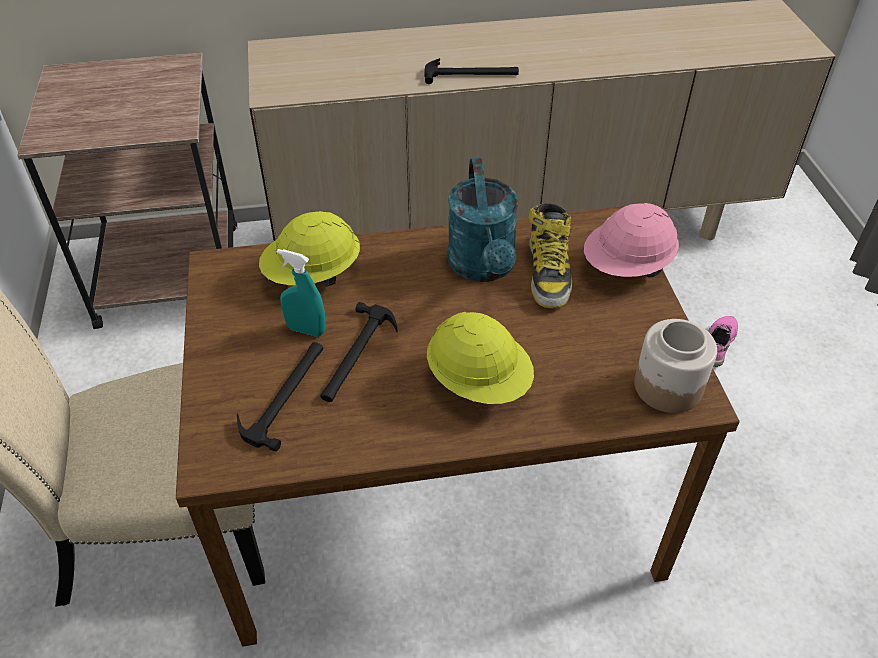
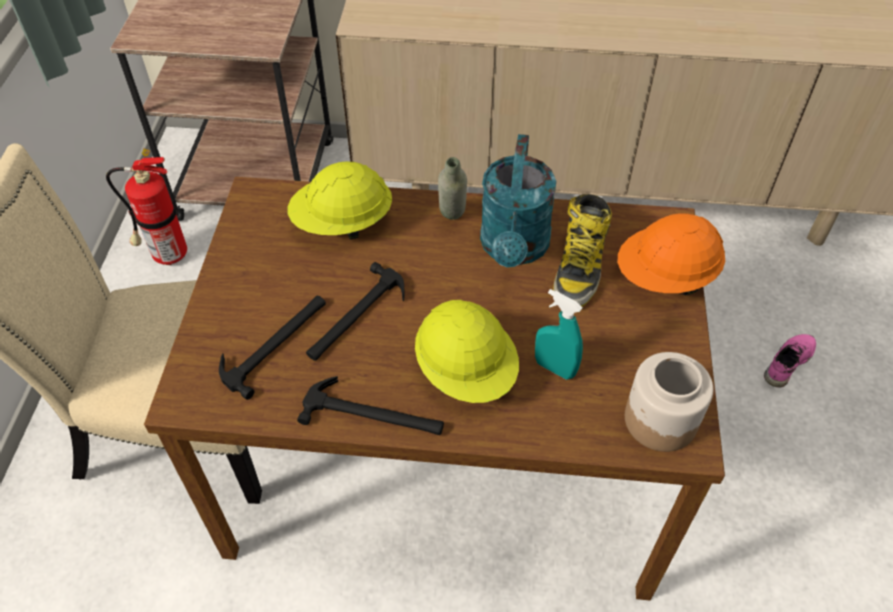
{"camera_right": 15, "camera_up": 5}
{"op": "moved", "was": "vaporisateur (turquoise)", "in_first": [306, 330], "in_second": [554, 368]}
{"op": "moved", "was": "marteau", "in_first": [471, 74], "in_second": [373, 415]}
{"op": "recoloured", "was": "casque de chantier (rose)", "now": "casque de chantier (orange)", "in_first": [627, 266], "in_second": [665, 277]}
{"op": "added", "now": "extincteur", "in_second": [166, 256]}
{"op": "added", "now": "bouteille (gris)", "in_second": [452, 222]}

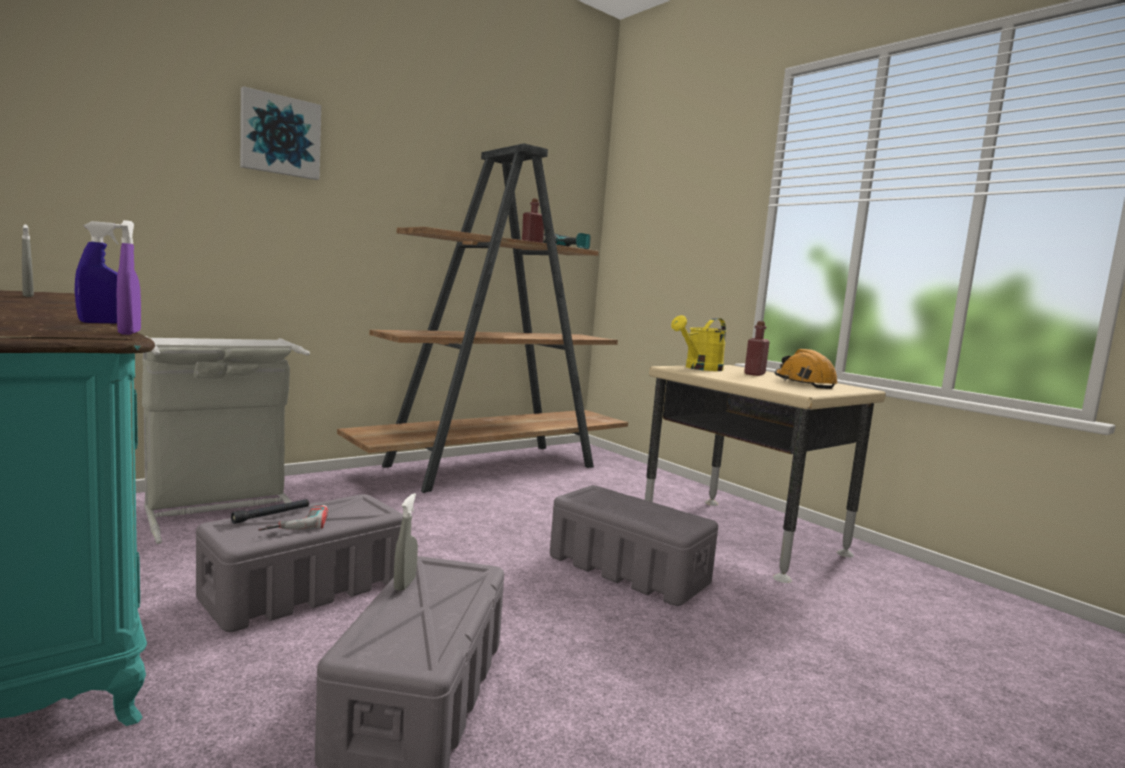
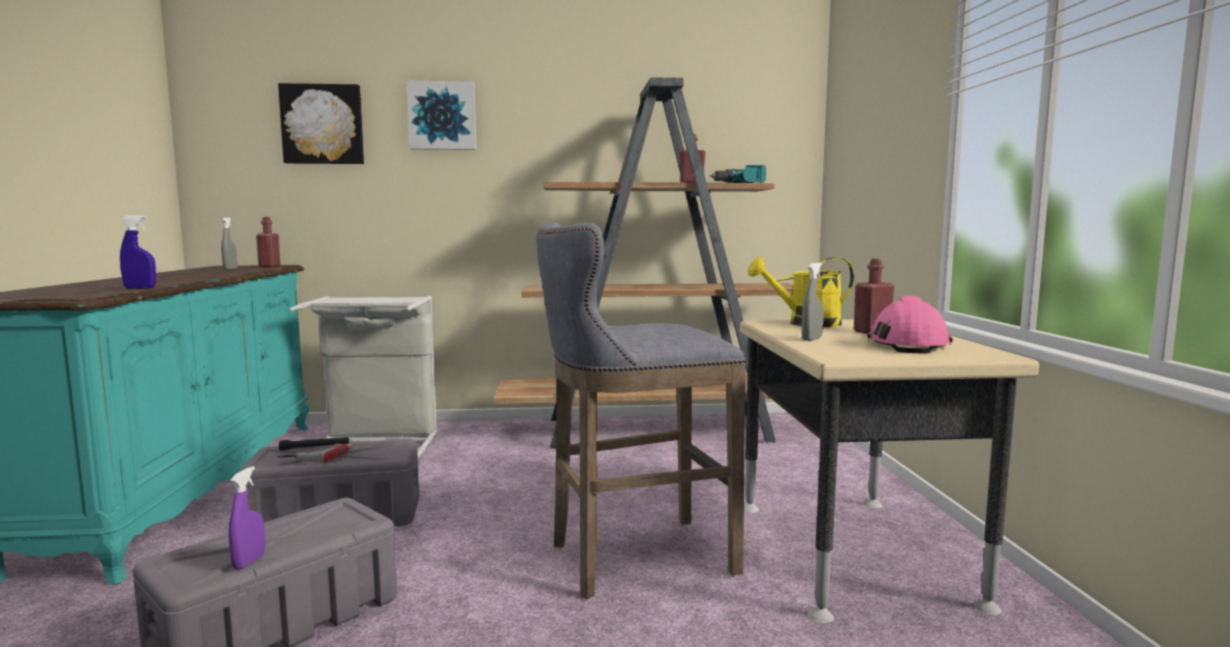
{"camera_right": 35, "camera_up": 0}
{"op": "moved", "was": "vaporisateur (violet)", "in_first": [129, 333], "in_second": [249, 562]}
{"op": "moved", "was": "vaporisateur (gris)", "in_first": [404, 584], "in_second": [811, 339]}
{"op": "replaced", "was": "boîte de rangement (gris)", "now": "tabouret (gris)", "in_first": [627, 569], "in_second": [633, 559]}
{"op": "recoloured", "was": "casque de chantier (orange)", "now": "casque de chantier (rose)", "in_first": [804, 383], "in_second": [907, 345]}
{"op": "added", "now": "bouteille (rouge)", "in_second": [269, 266]}
{"op": "added", "now": "tableau", "in_second": [323, 124]}

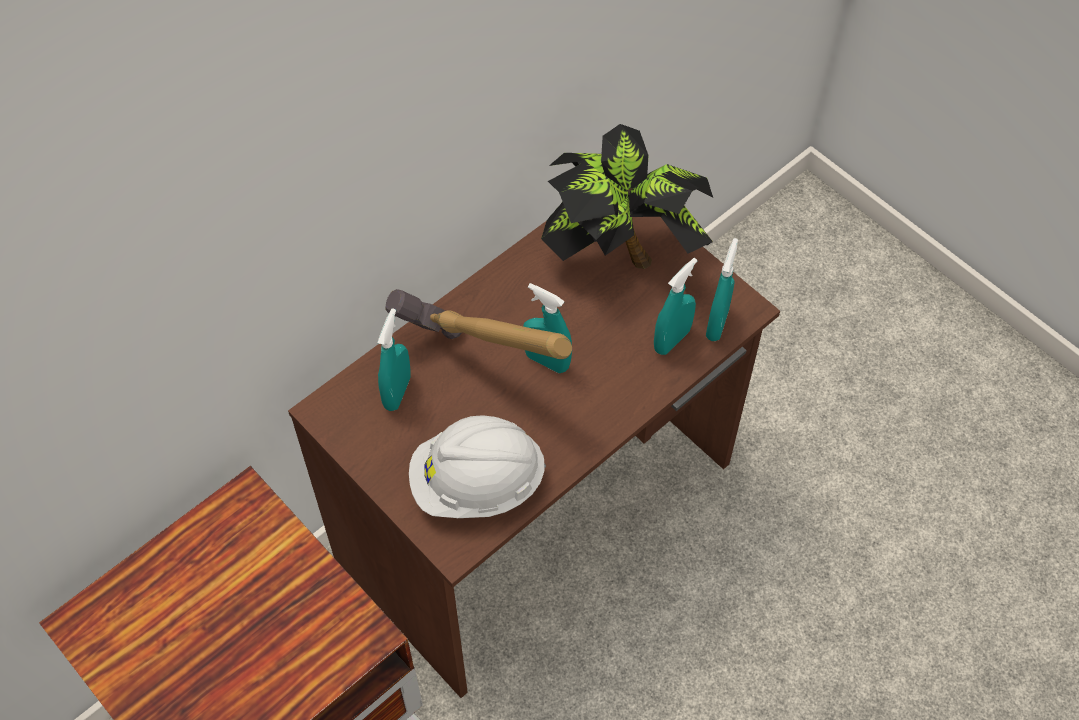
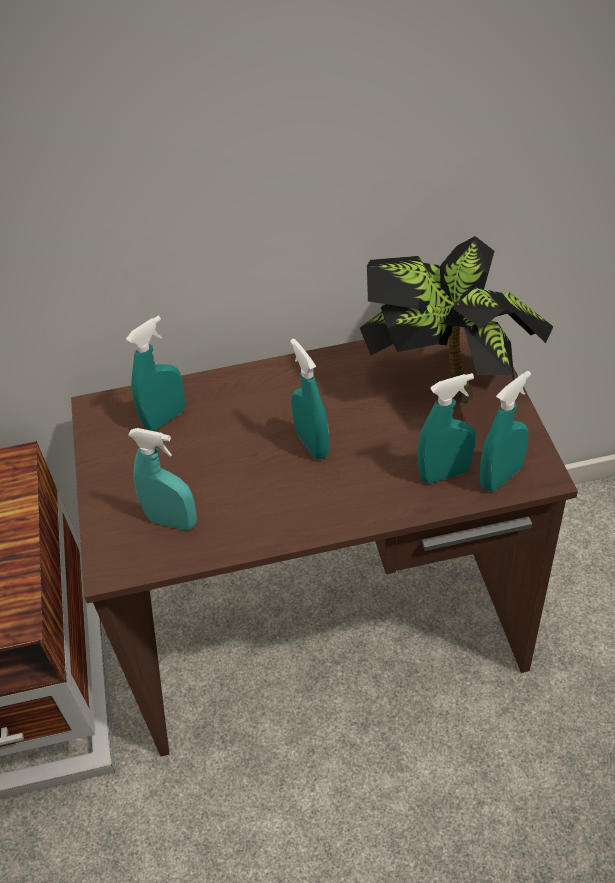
{"camera_right": 35, "camera_up": -10}
{"op": "removed", "was": "marteau", "in_first": [478, 377]}
{"op": "replaced", "was": "casque de chantier (blanc)", "now": "vaporisateur (turquoise)", "in_first": [477, 484], "in_second": [172, 521]}

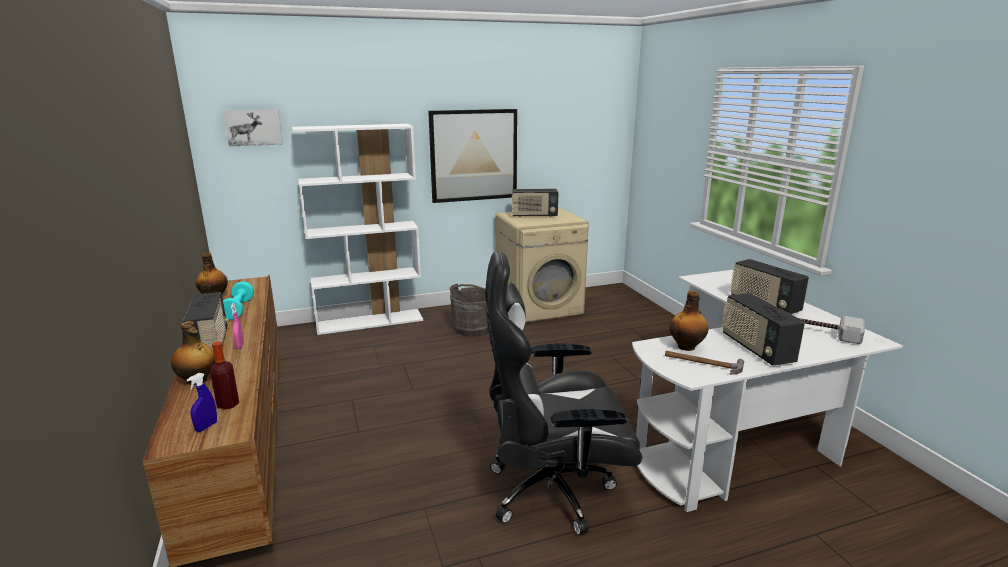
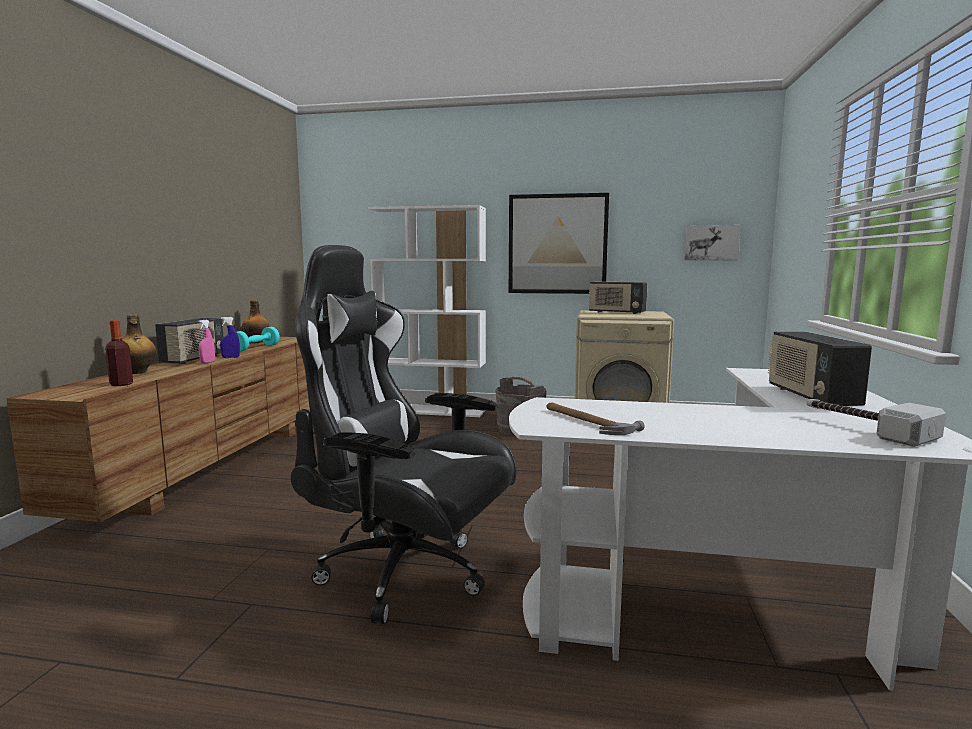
{"camera_right": 30, "camera_up": -10}
{"op": "moved", "was": "vaporisateur (bleu)", "in_first": [206, 427], "in_second": [230, 357]}
{"op": "moved", "was": "tableau", "in_first": [253, 127], "in_second": [711, 243]}
{"op": "removed", "was": "bouteille", "in_first": [687, 347]}
{"op": "removed", "was": "radio", "in_first": [756, 349]}

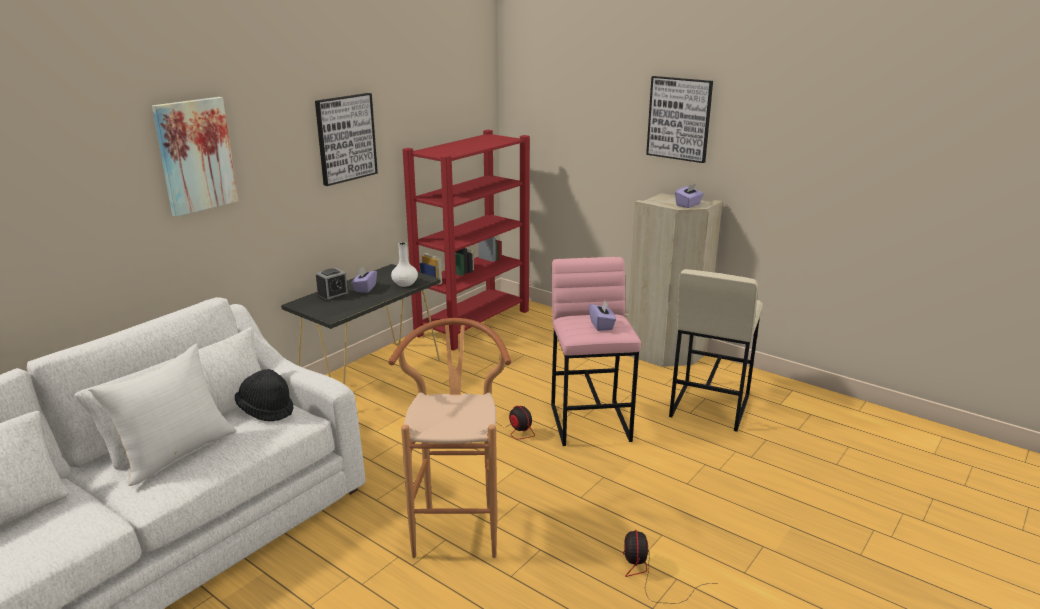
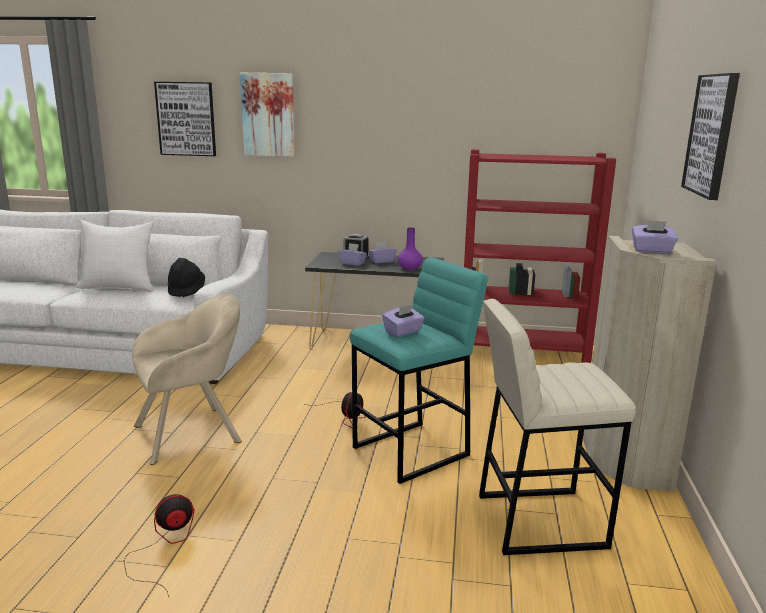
{"camera_right": 60, "camera_up": -5}
{"op": "moved", "was": "tableau", "in_first": [346, 138], "in_second": [186, 119]}
{"op": "replaced", "was": "tabouret (marron)", "now": "fauteuil (beige)", "in_first": [457, 525], "in_second": [193, 432]}
{"op": "recoloured", "was": "vase (blanc)", "now": "vase (violet)", "in_first": [405, 284], "in_second": [410, 268]}
{"op": "recoloured", "was": "tabouret (rose)", "now": "tabouret (turquoise)", "in_first": [589, 421], "in_second": [413, 450]}
{"op": "added", "now": "boîte à mouchoirs (violet)", "in_second": [352, 263]}

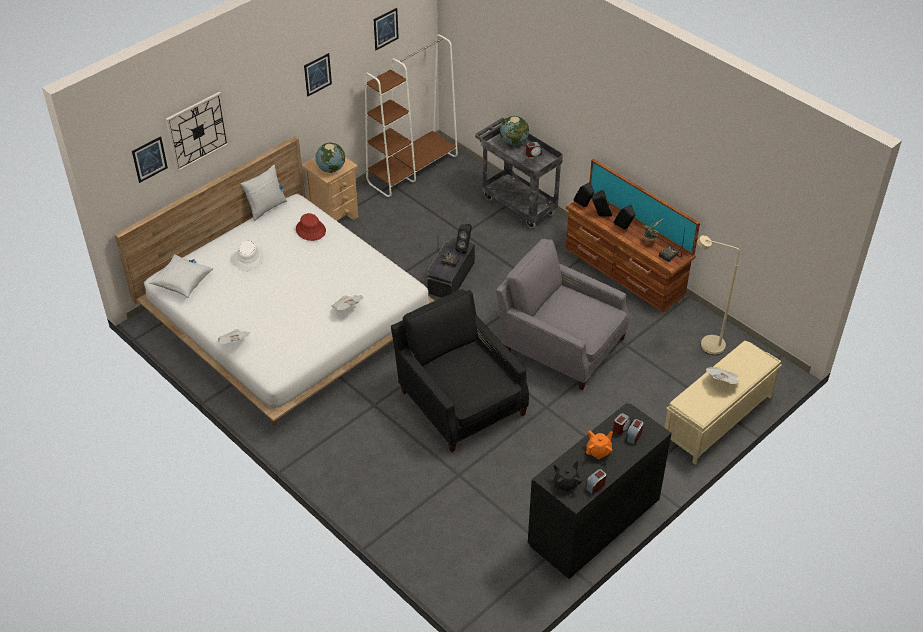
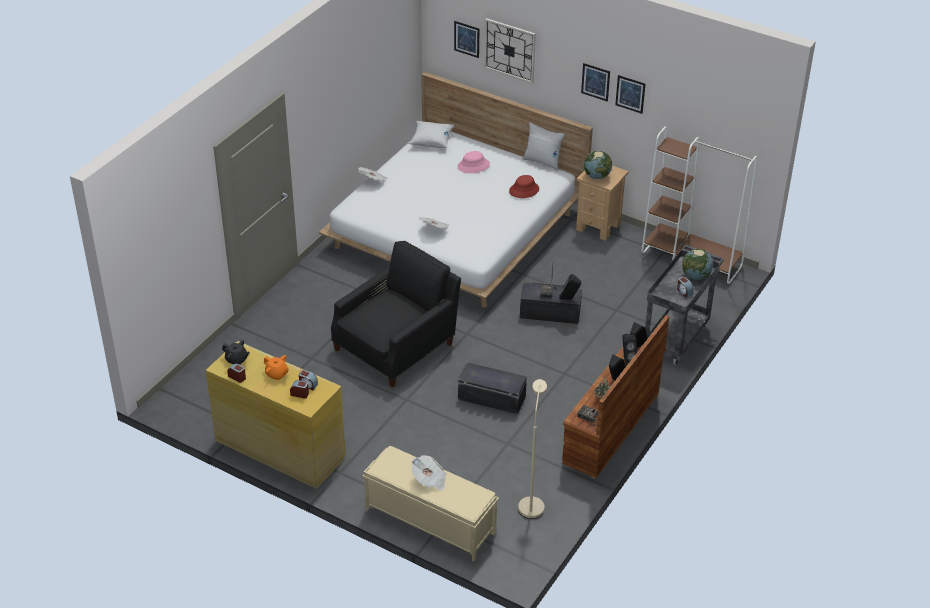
{"camera_right": 75, "camera_up": -5}
{"op": "recoloured", "was": "chapeau (blanc)", "now": "chapeau (rose)", "in_first": [249, 258], "in_second": [473, 166]}
{"op": "moved", "was": "tableau", "in_first": [385, 29], "in_second": [595, 82]}
{"op": "replaced", "was": "fauteuil (gris)", "now": "boîte de rangement (noir)", "in_first": [561, 343], "in_second": [491, 398]}
{"op": "recoloured", "was": "meuble de rangement (noir)", "now": "meuble de rangement (jaune)", "in_first": [593, 521], "in_second": [280, 448]}

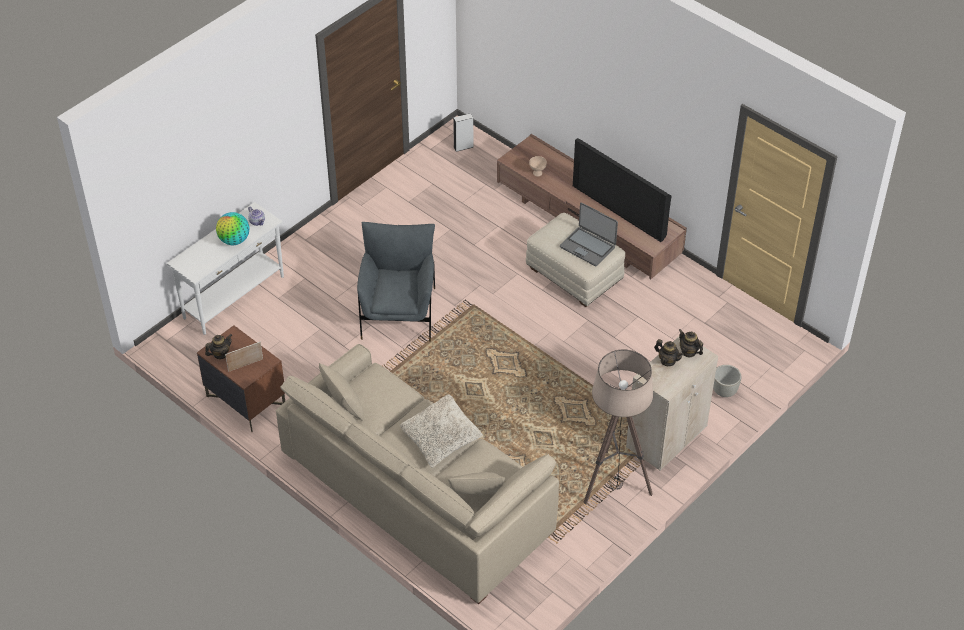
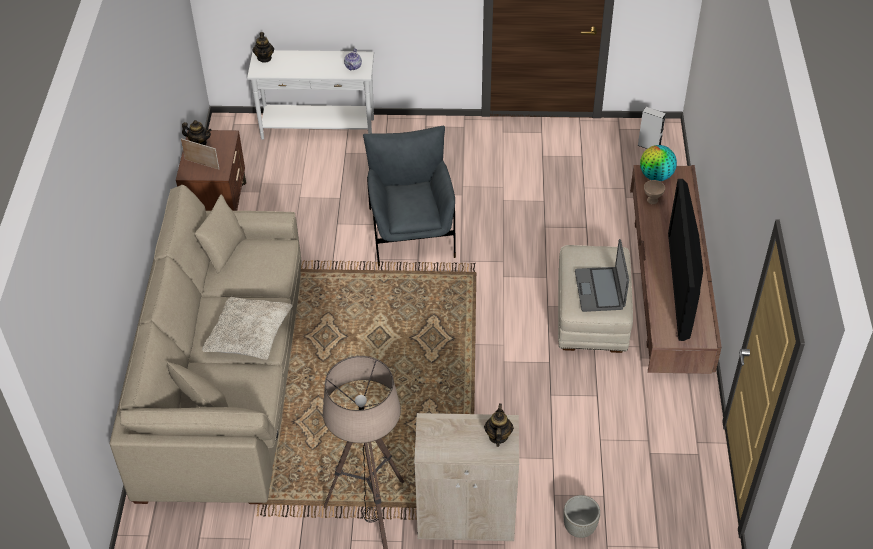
{"camera_right": 50, "camera_up": 0}
{"op": "moved", "was": "globe", "in_first": [234, 240], "in_second": [656, 176]}
{"op": "turned", "was": "fauteuil (gris)", "in_first": [398, 312], "in_second": [411, 232], "clockwise": -60}
{"op": "moved", "was": "théière", "in_first": [667, 361], "in_second": [264, 58]}

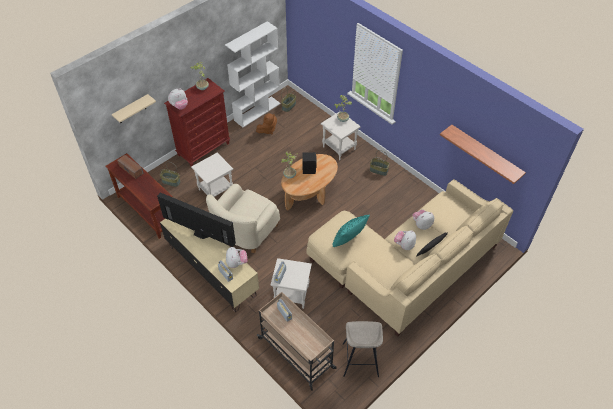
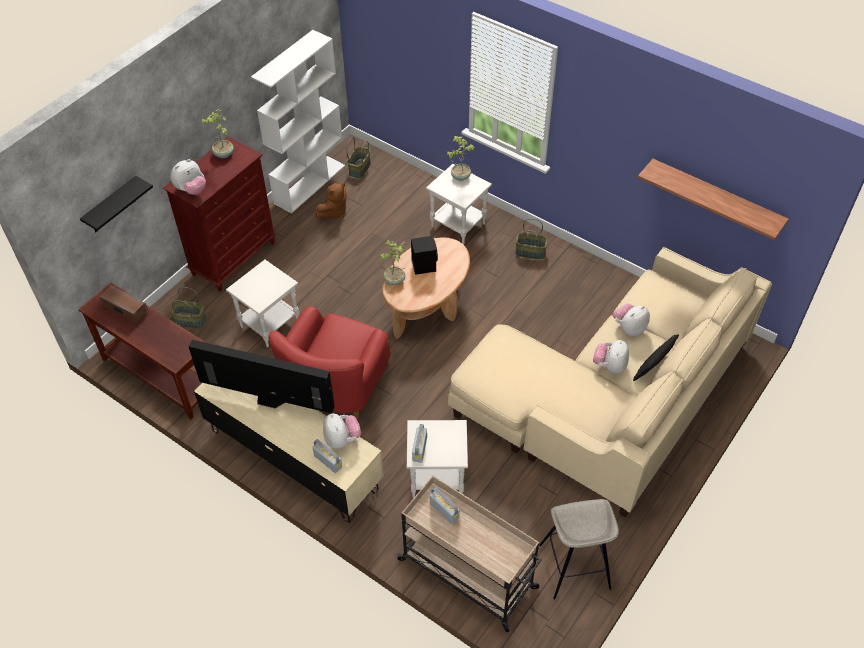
{"camera_right": -10, "camera_up": 0}
{"op": "recoloured", "was": "étagère (beige)", "now": "étagère (noir)", "in_first": [131, 109], "in_second": [111, 206]}
{"op": "recoloured", "was": "fauteuil (beige)", "now": "fauteuil (rouge)", "in_first": [246, 233], "in_second": [337, 386]}
{"op": "removed", "was": "coussin (turquoise)", "in_first": [349, 241]}

